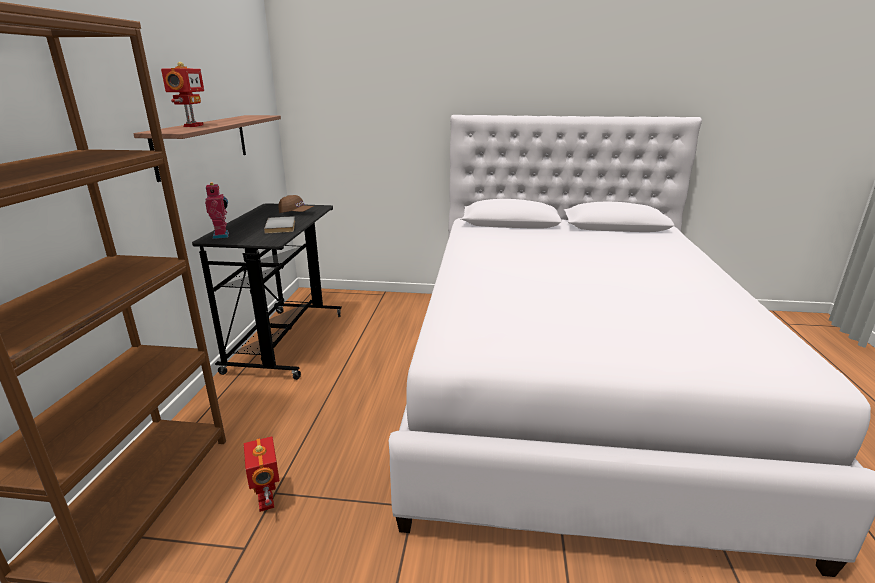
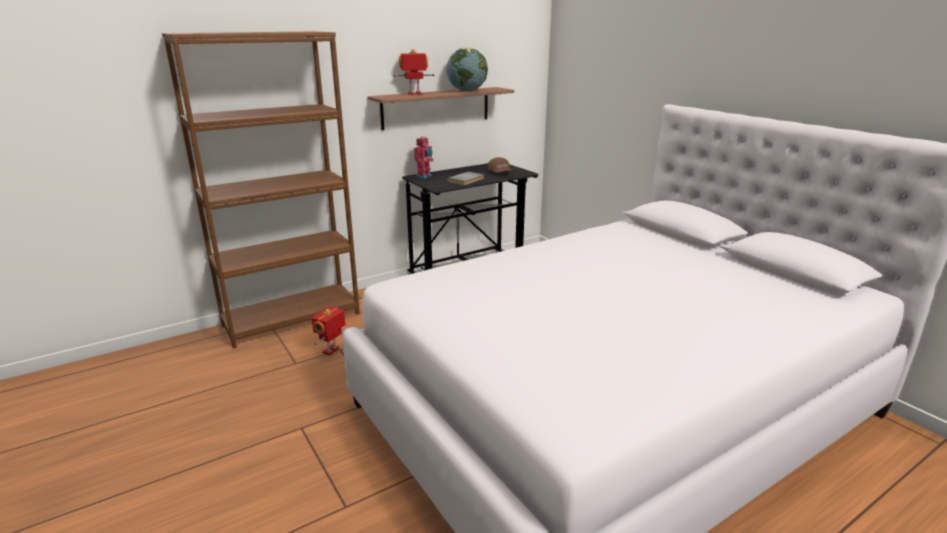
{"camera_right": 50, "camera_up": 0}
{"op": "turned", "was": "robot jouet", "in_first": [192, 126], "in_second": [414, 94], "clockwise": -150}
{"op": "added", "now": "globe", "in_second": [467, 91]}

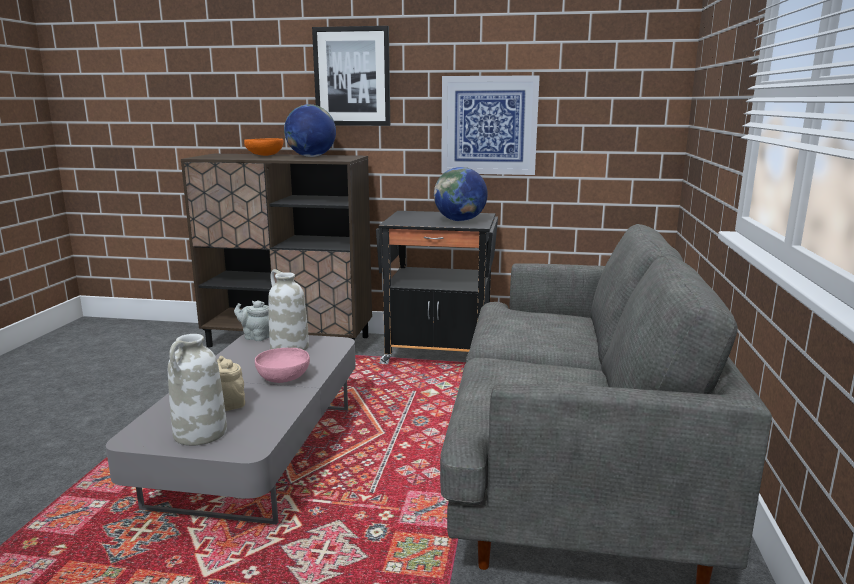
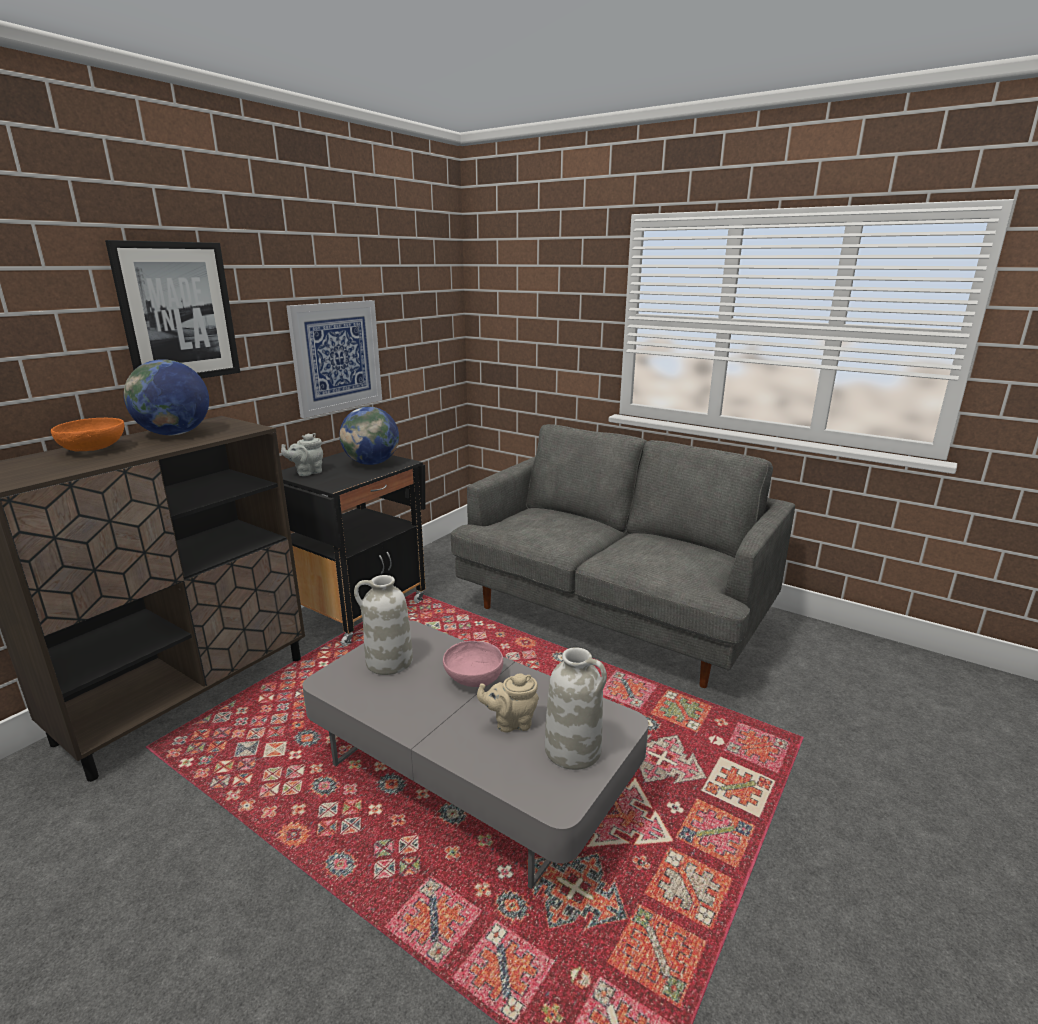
{"camera_right": -65, "camera_up": 5}
{"op": "moved", "was": "théière (gris)", "in_first": [256, 337], "in_second": [307, 472]}

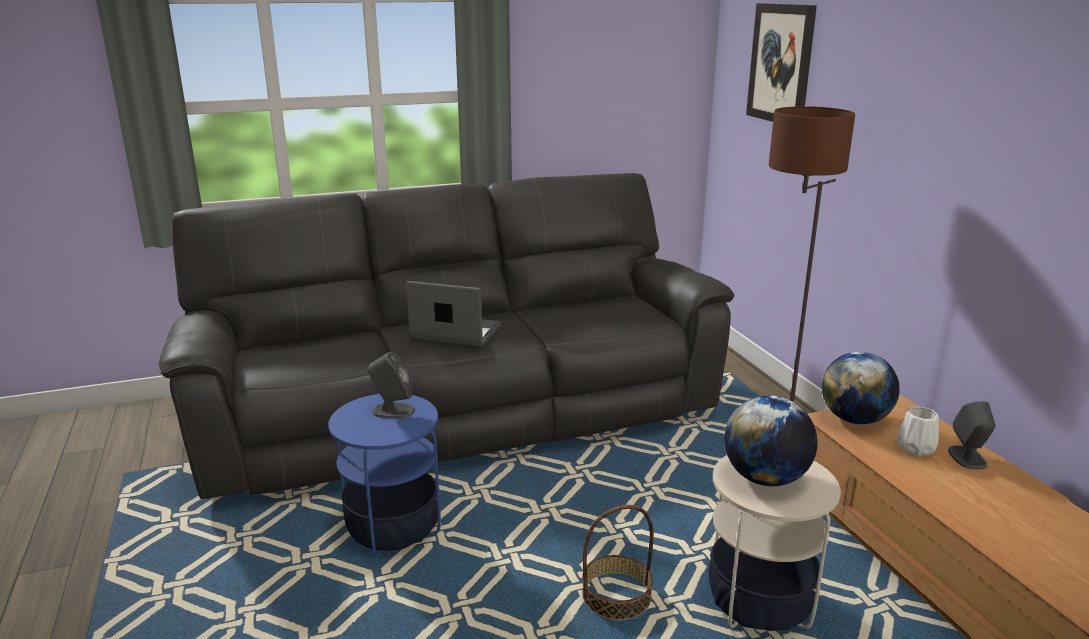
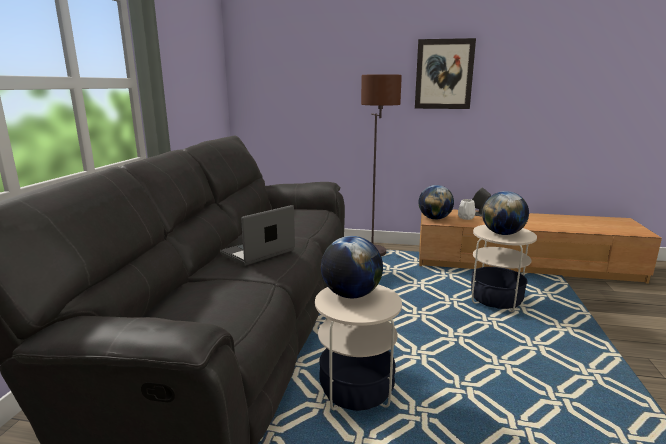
{"camera_right": -60, "camera_up": -5}
{"op": "recoloured", "was": "table d'appoint (bleu)", "now": "table d'appoint (beige)", "in_first": [393, 530], "in_second": [356, 392]}
{"op": "replaced", "was": "enceinte (gris)", "now": "globe", "in_first": [393, 411], "in_second": [351, 295]}
{"op": "removed", "was": "panier", "in_first": [616, 596]}
{"op": "moved", "was": "tableau", "in_first": [781, 64], "in_second": [444, 74]}

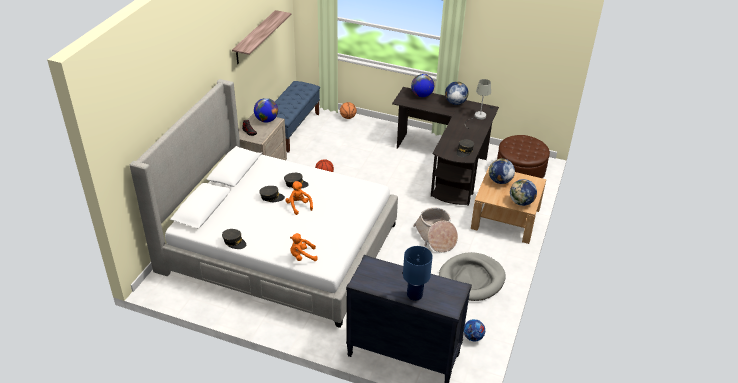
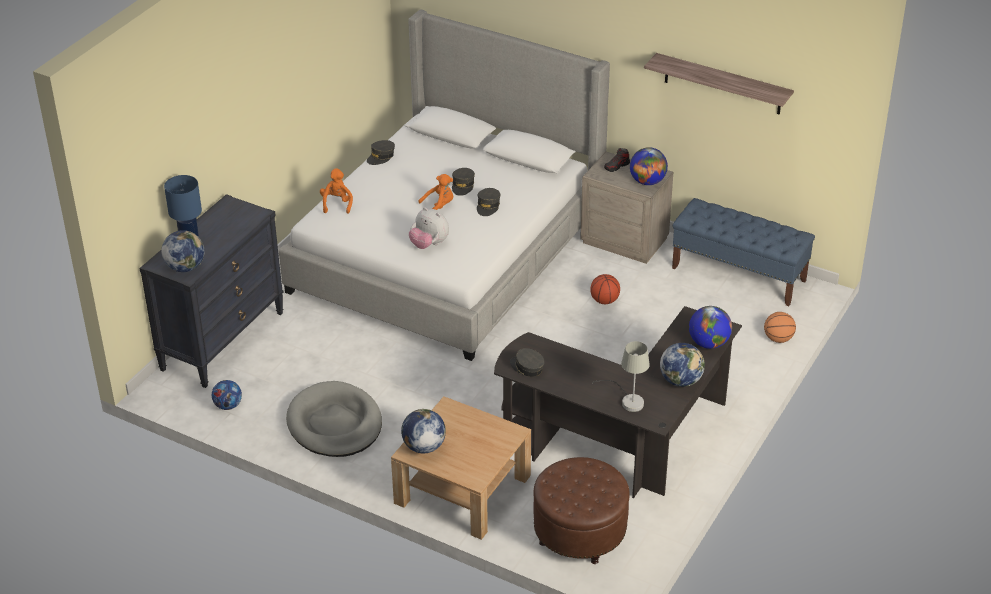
{"camera_right": 100, "camera_up": 0}
{"op": "removed", "was": "panier", "in_first": [436, 237]}
{"op": "moved", "was": "globe", "in_first": [499, 181], "in_second": [185, 267]}
{"op": "added", "now": "peluche", "in_second": [429, 244]}

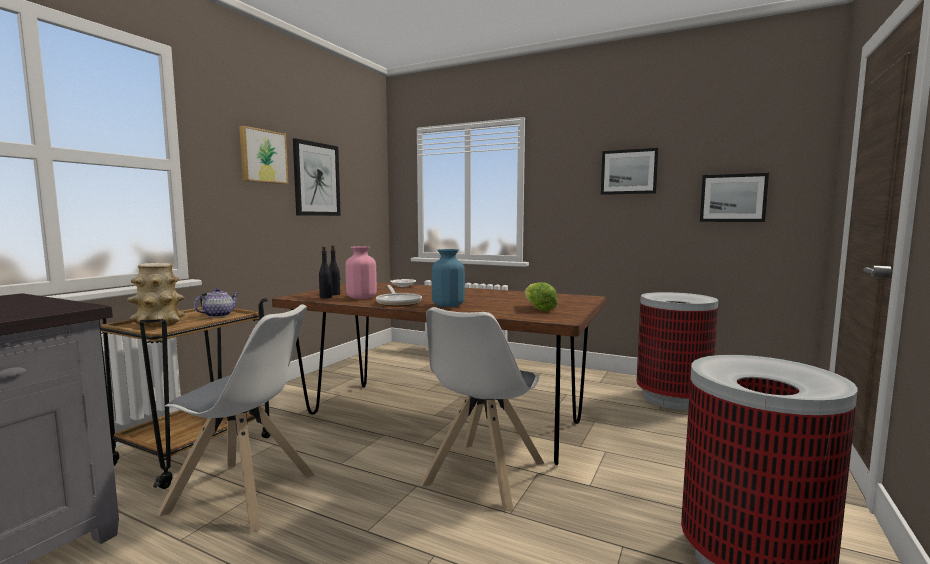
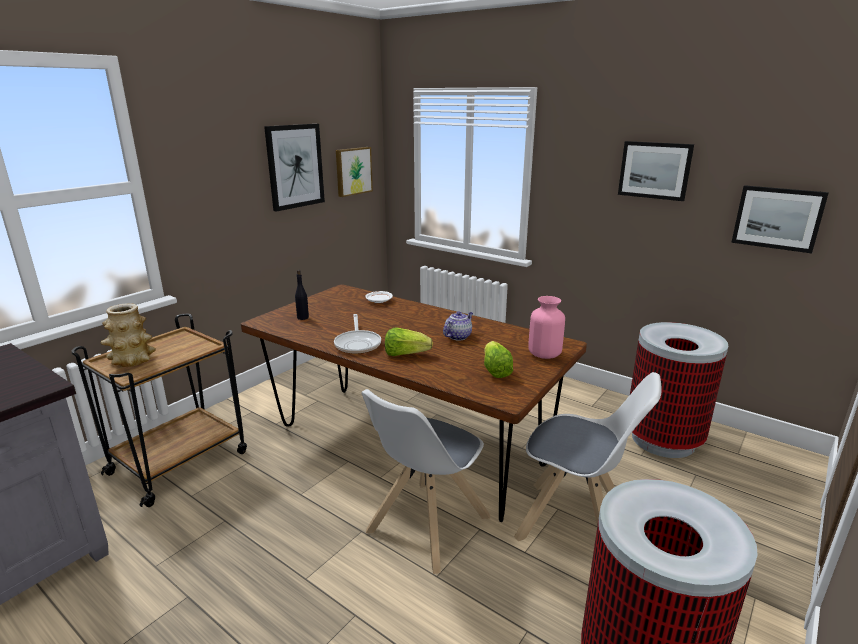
{"camera_right": 10, "camera_up": 15}
{"op": "moved", "was": "chaise", "in_first": [245, 494], "in_second": [575, 524]}
{"op": "moved", "was": "théière", "in_first": [219, 315], "in_second": [458, 336]}
{"op": "moved", "was": "tableau", "in_first": [262, 156], "in_second": [353, 171]}
{"op": "removed", "was": "bouteille (noir)", "in_first": [326, 297]}
{"op": "moved", "was": "vase (rose)", "in_first": [361, 297], "in_second": [544, 354]}
{"op": "replaced", "was": "vase (bleu)", "now": "laitue", "in_first": [448, 305], "in_second": [405, 354]}

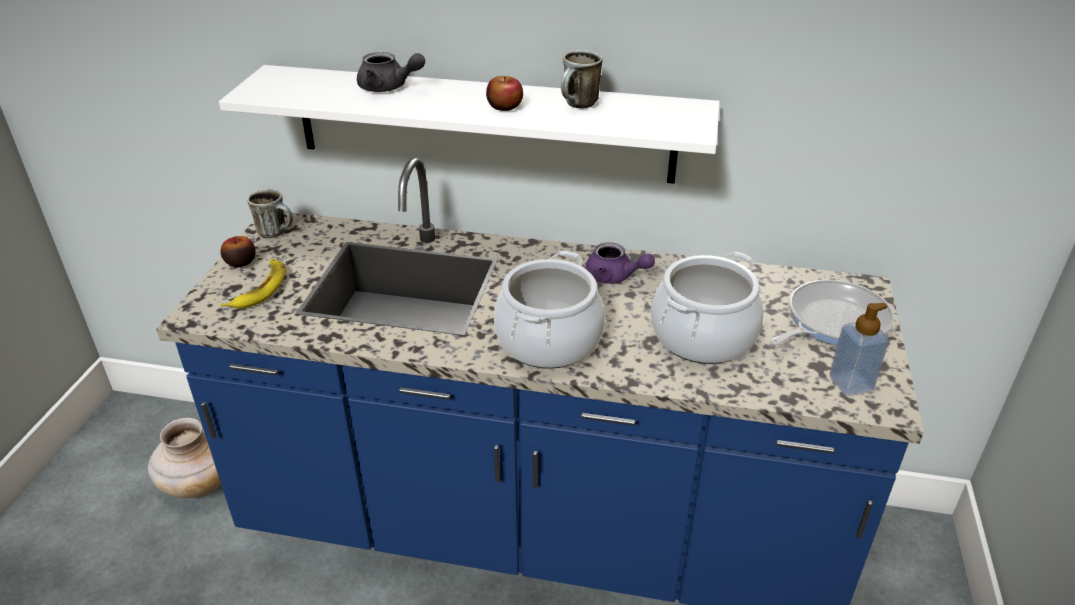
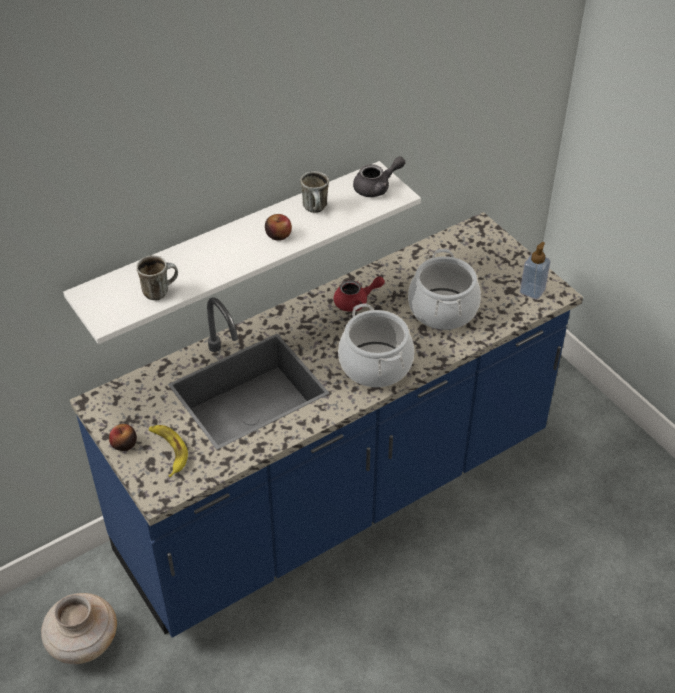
{"camera_right": -45, "camera_up": 10}
{"op": "moved", "was": "mug", "in_first": [277, 233], "in_second": [160, 291]}
{"op": "moved", "was": "théière (gris)", "in_first": [388, 87], "in_second": [377, 187]}
{"op": "recoloured", "was": "théière (violet)", "now": "théière (rouge)", "in_first": [614, 277], "in_second": [356, 302]}
{"op": "removed", "was": "poêle", "in_first": [832, 321]}

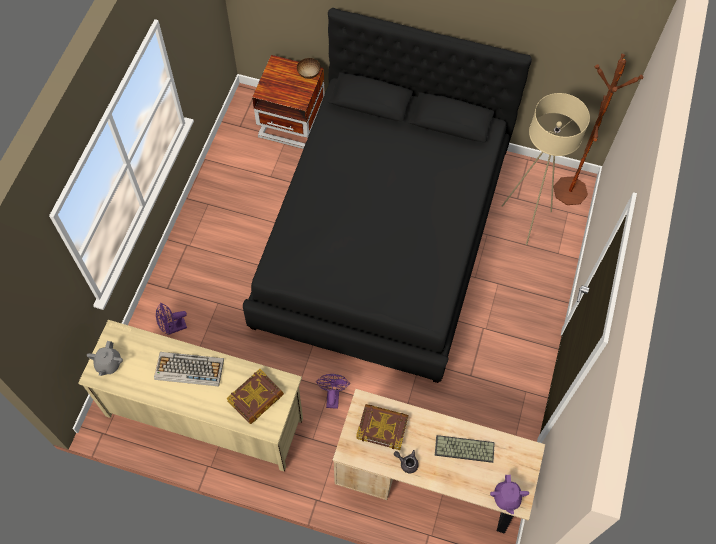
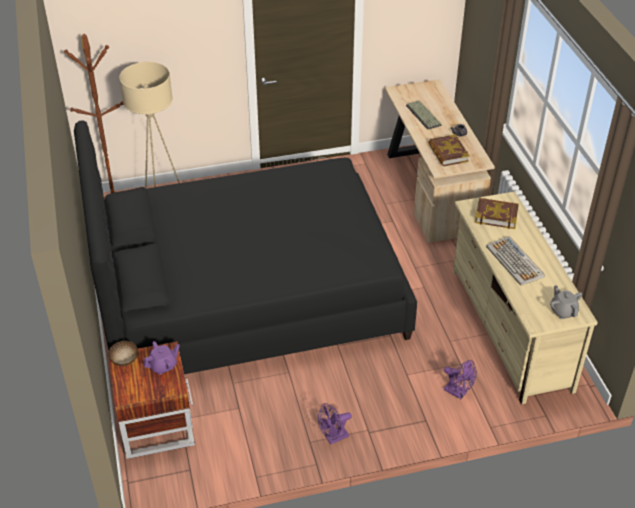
{"camera_right": -120, "camera_up": -20}
{"op": "turned", "was": "théière (gris)", "in_first": [108, 364], "in_second": [563, 311], "clockwise": -90}
{"op": "moved", "was": "ventilateur (violet)", "in_first": [332, 395], "in_second": [333, 438]}
{"op": "moved", "was": "théière (violet)", "in_first": [506, 498], "in_second": [163, 366]}

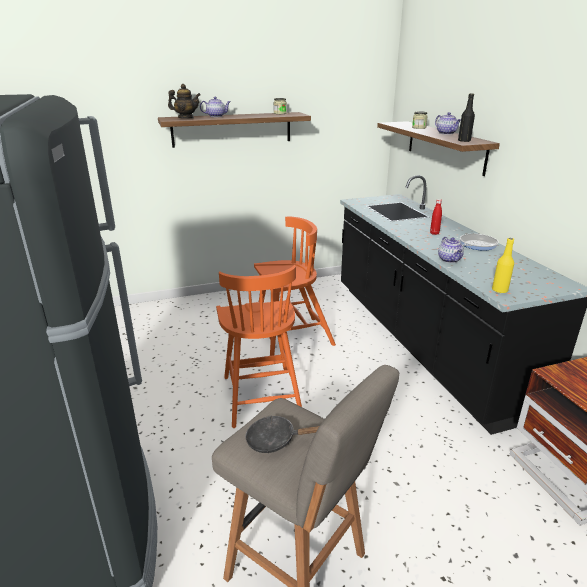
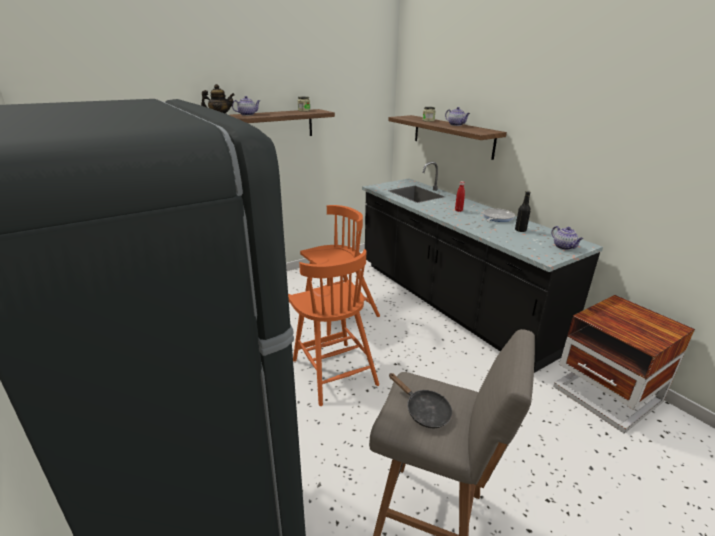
{"camera_right": -15, "camera_up": 0}
{"op": "turned", "was": "poêle (noir)", "in_first": [276, 440], "in_second": [424, 411], "clockwise": -120}
{"op": "moved", "was": "théière", "in_first": [450, 260], "in_second": [564, 247]}
{"op": "moved", "was": "bouteille (noir)", "in_first": [464, 141], "in_second": [520, 230]}
{"op": "removed", "was": "bouteille (jaune)", "in_first": [499, 290]}

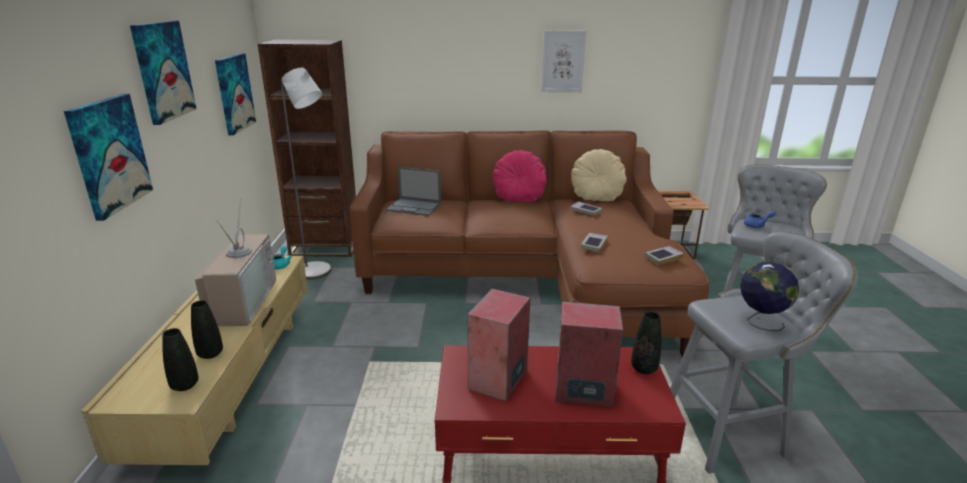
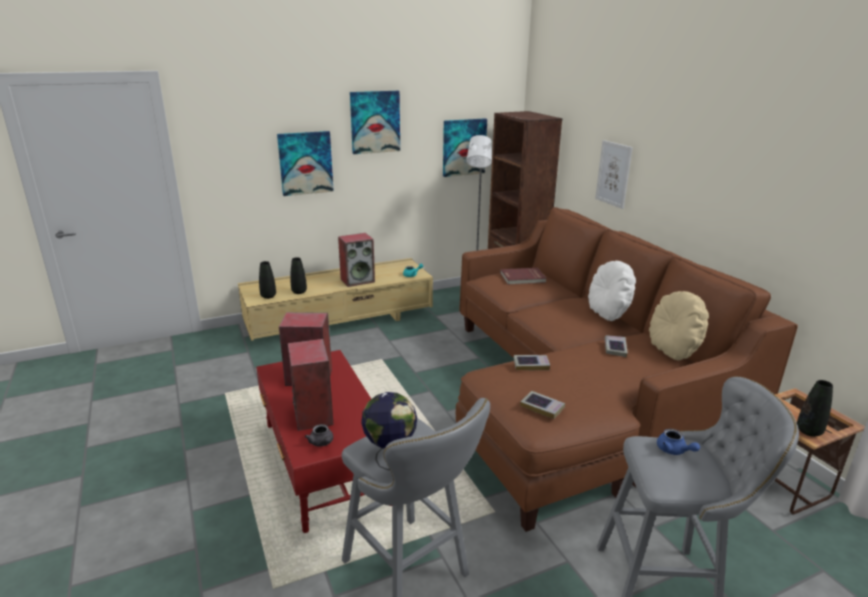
{"camera_right": 65, "camera_up": 0}
{"op": "replaced", "was": "téléviseur", "now": "enceinte", "in_first": [241, 301], "in_second": [358, 280]}
{"op": "replaced", "was": "ordinateur portable", "now": "livre (rouge)", "in_first": [414, 207], "in_second": [523, 278]}
{"op": "recoloured", "was": "coussin (rose)", "now": "coussin (blanc)", "in_first": [519, 200], "in_second": [608, 314]}
{"op": "moved", "was": "tableau", "in_first": [563, 61], "in_second": [613, 174]}
{"op": "moved", "was": "vase (noir)", "in_first": [644, 368], "in_second": [809, 431]}
{"op": "added", "now": "théière (gris)", "in_second": [322, 443]}

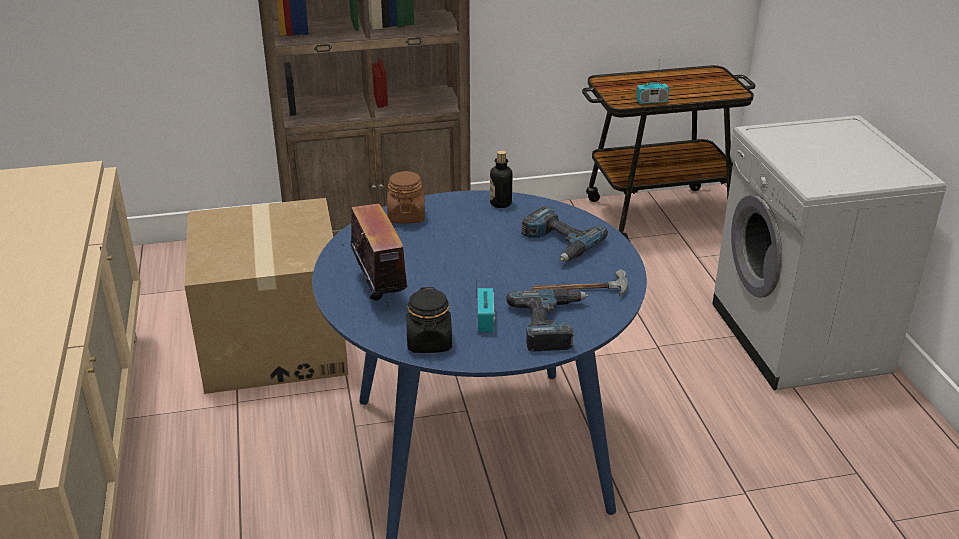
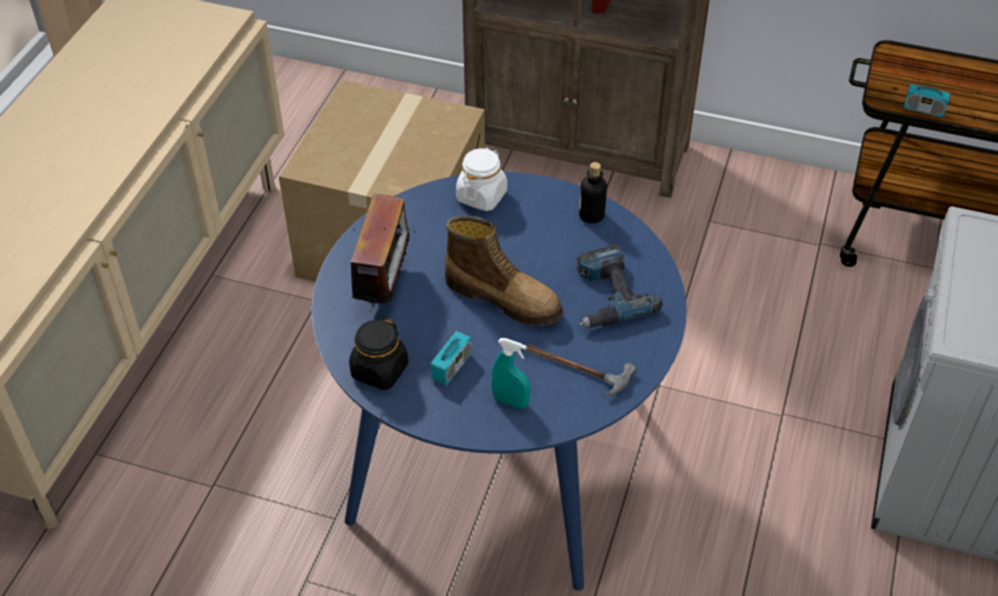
{"camera_right": 30, "camera_up": 15}
{"op": "recoloured", "was": "bocal (marron)", "now": "bocal (blanc)", "in_first": [406, 216], "in_second": [481, 196]}
{"op": "replaced", "was": "perceuse", "now": "vaporisateur (turquoise)", "in_first": [552, 324], "in_second": [510, 401]}
{"op": "added", "now": "botte", "in_second": [504, 298]}

